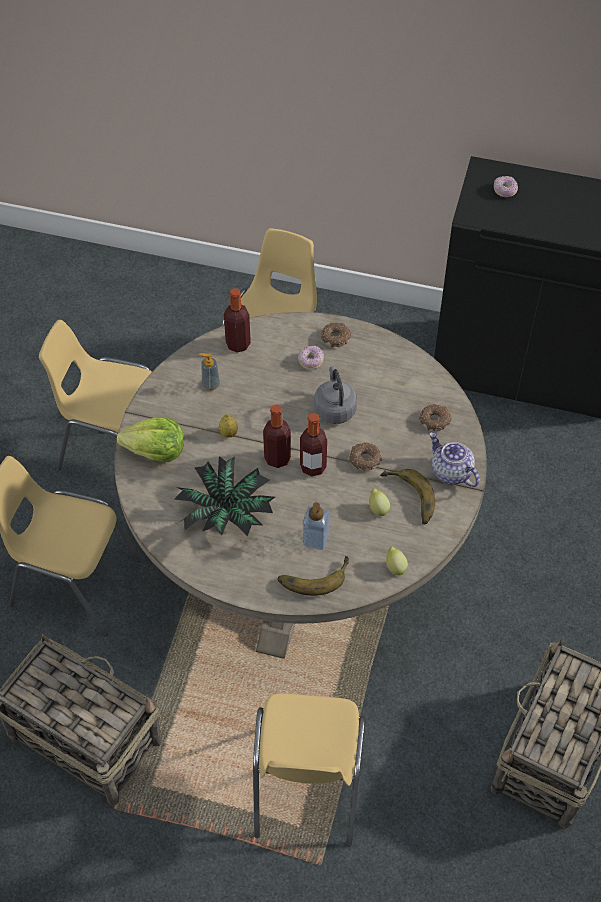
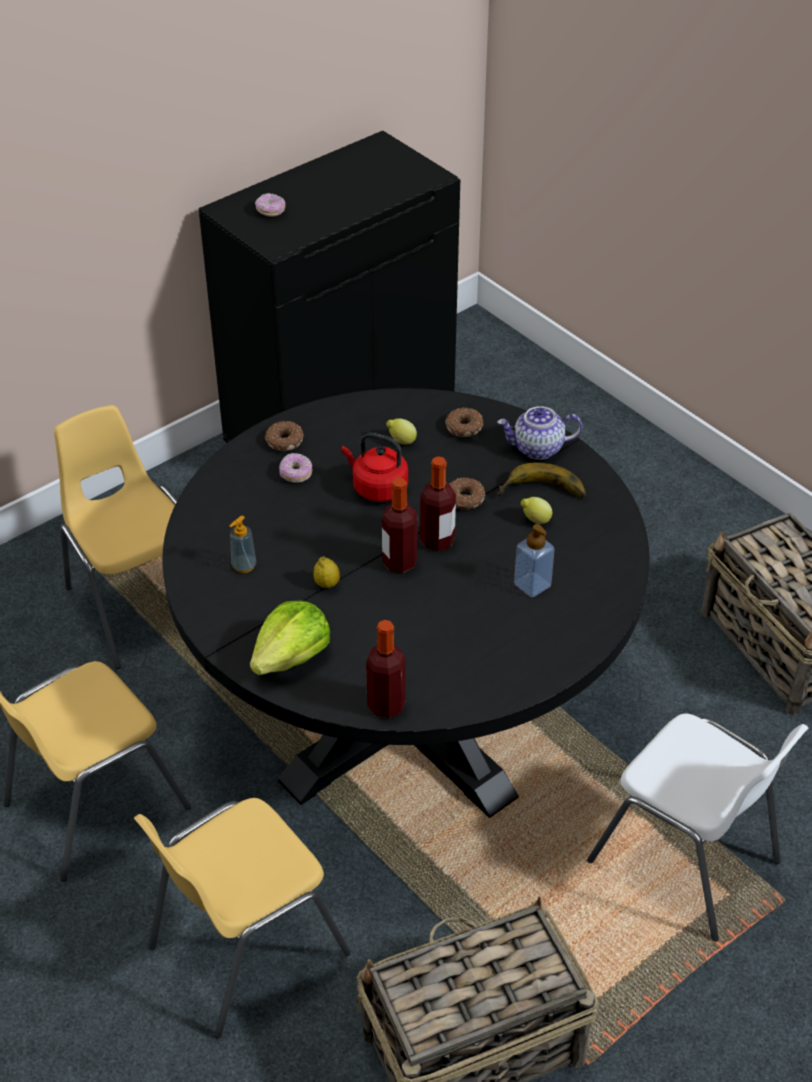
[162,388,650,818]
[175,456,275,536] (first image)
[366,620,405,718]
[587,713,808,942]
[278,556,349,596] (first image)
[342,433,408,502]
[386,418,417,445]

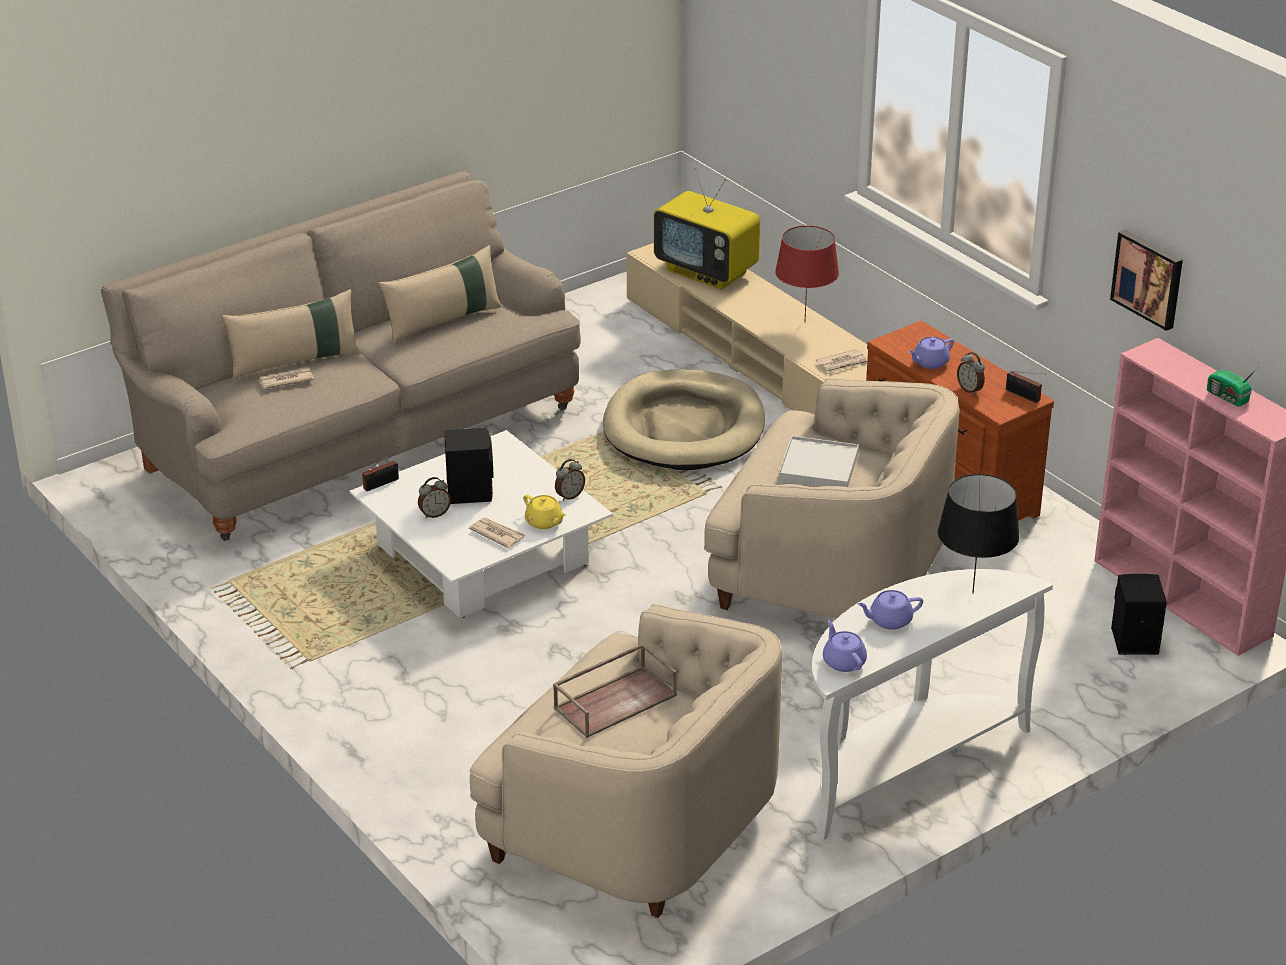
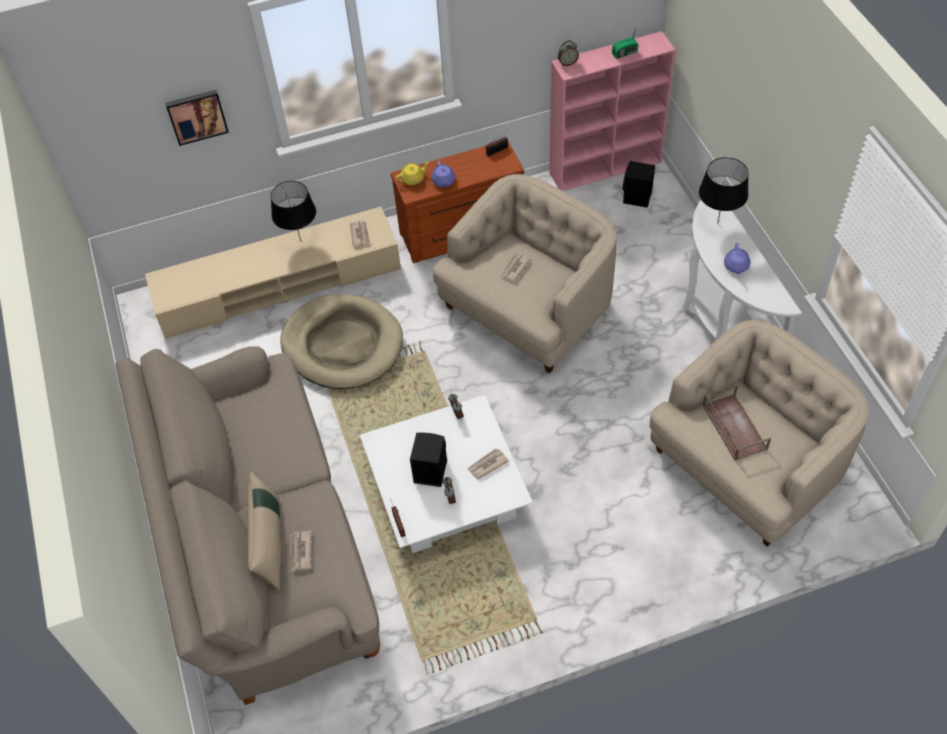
[378,245,502,344] (first image)
[396,161,429,185]
[654,168,760,290] (first image)
[271,181,316,241]
[500,253,531,282]
[823,620,867,672] (first image)
[558,40,579,66]
[165,90,229,146]

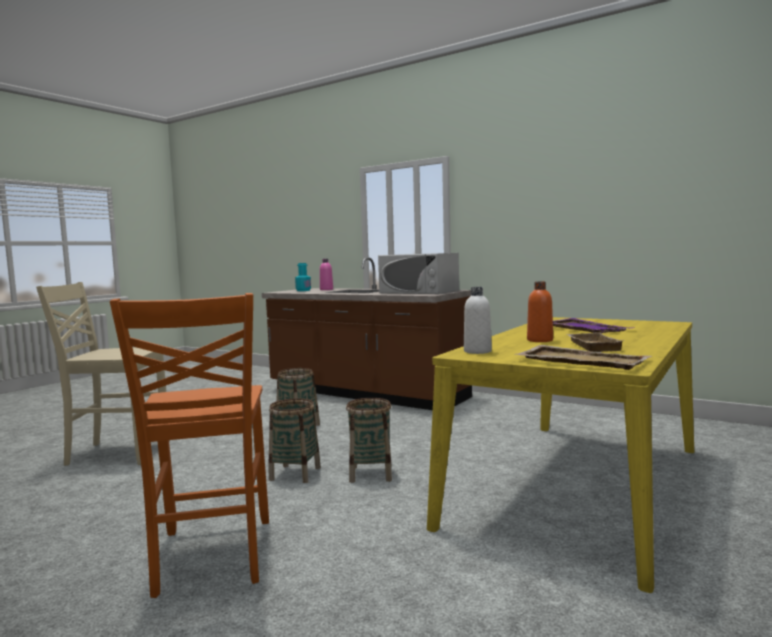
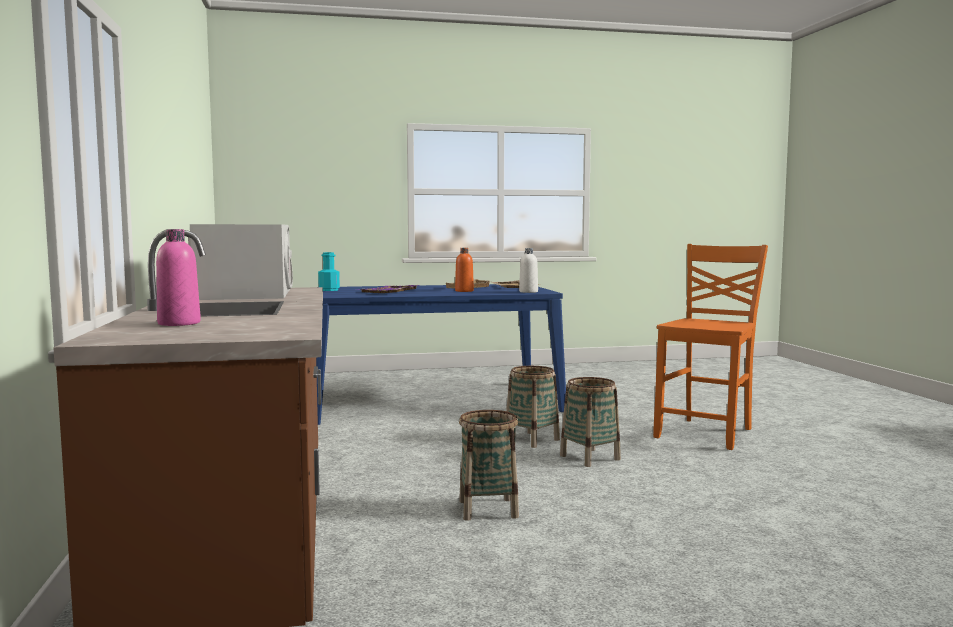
[36,282,170,466] (first image)
[318,252,340,291]
[316,284,566,425]

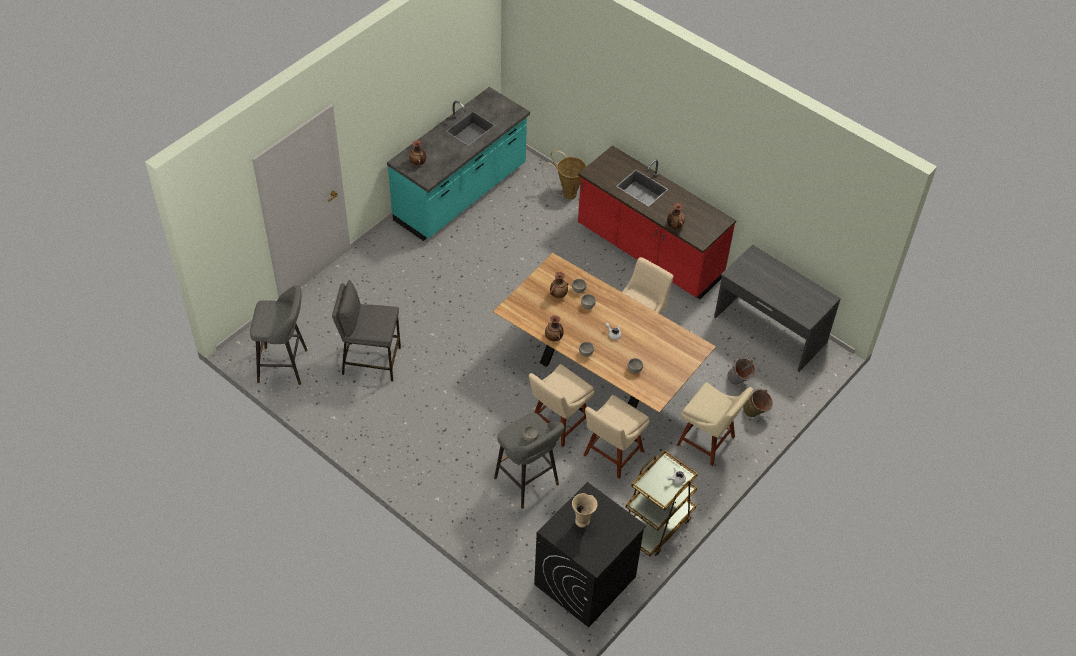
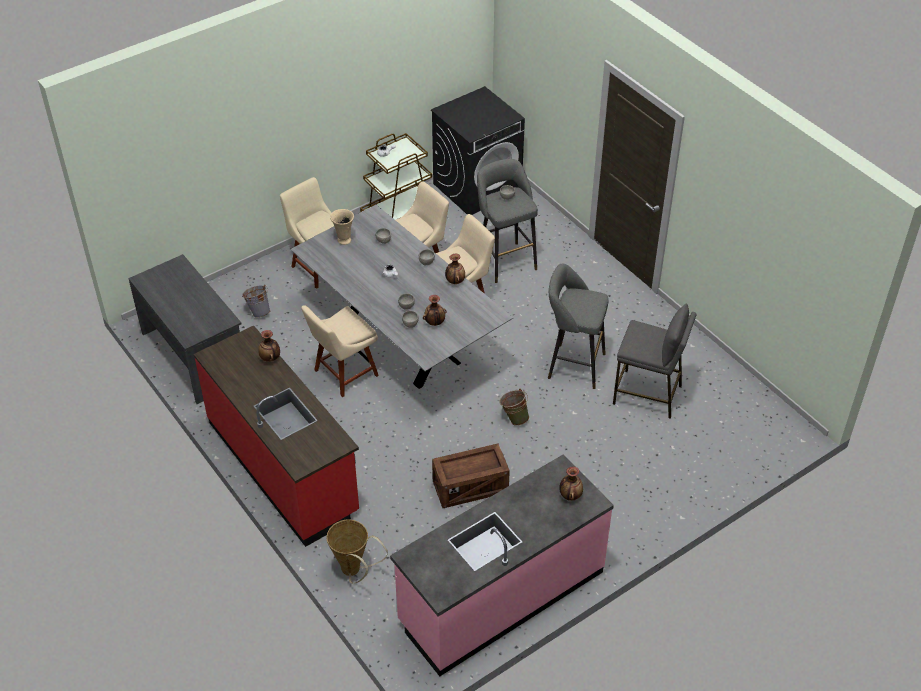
[548,264,609,389]
[390,454,614,676]
[290,205,513,389]
[330,209,354,245]
[500,388,529,426]
[432,444,510,508]

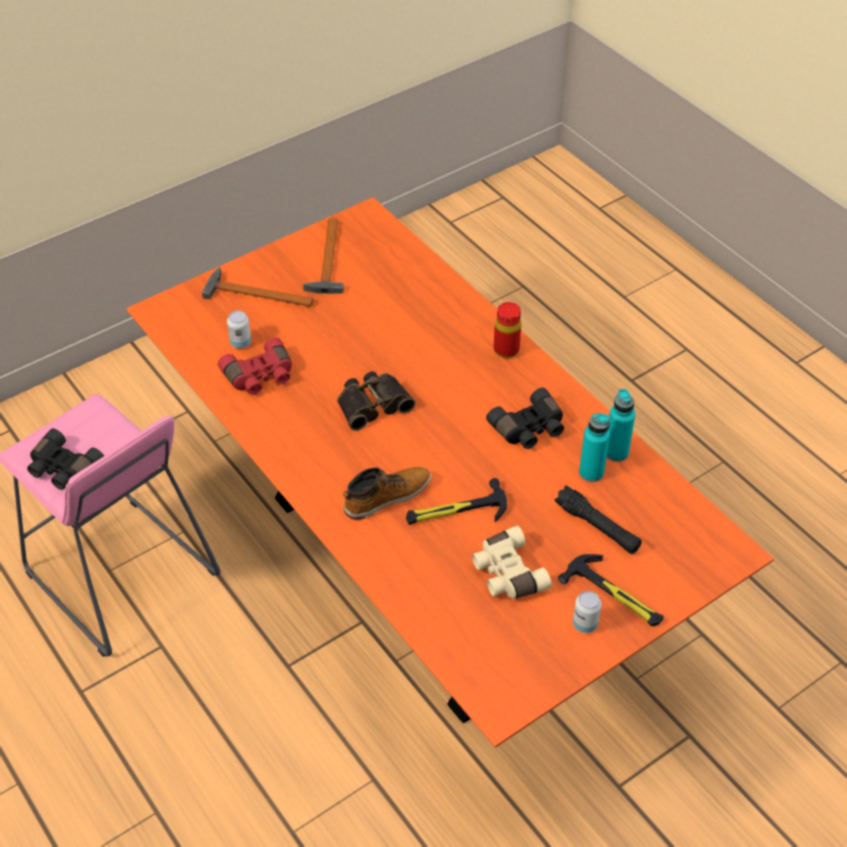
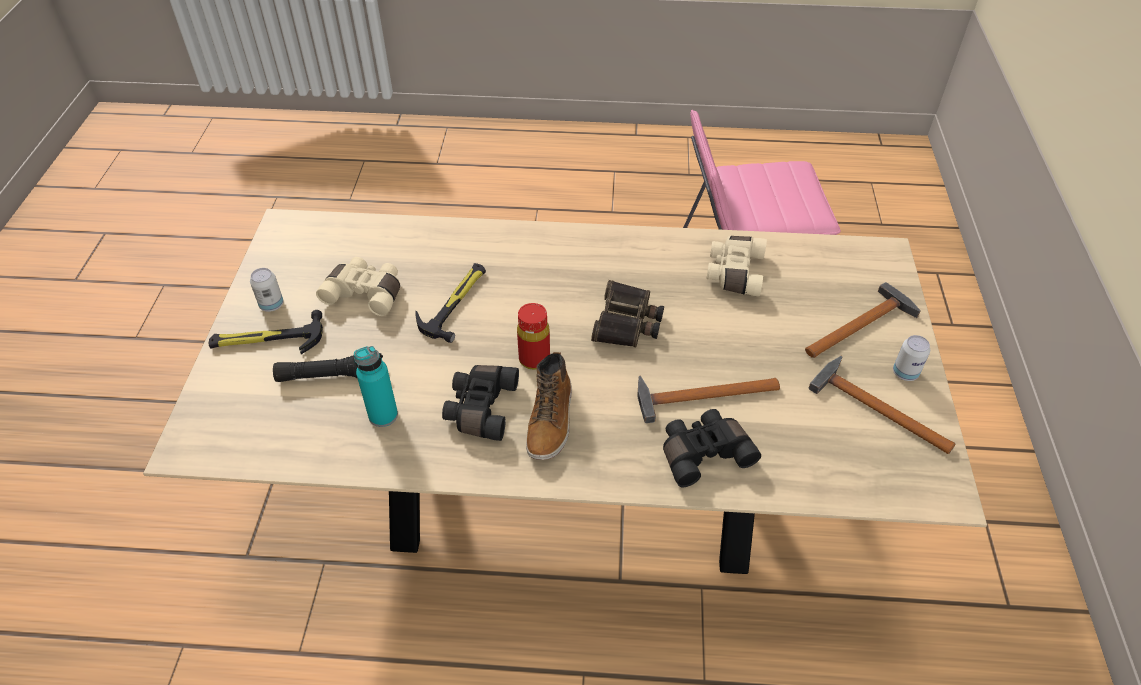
[663,409,761,487]
[143,209,987,574]
[706,236,767,297]
[893,335,930,381]
[526,352,572,460]
[517,303,550,370]
[607,389,635,462] (first image)
[637,375,780,423]

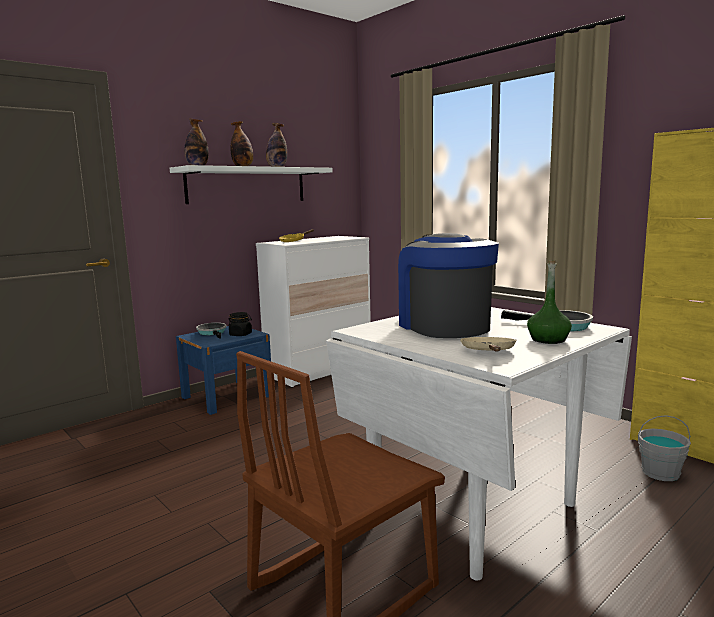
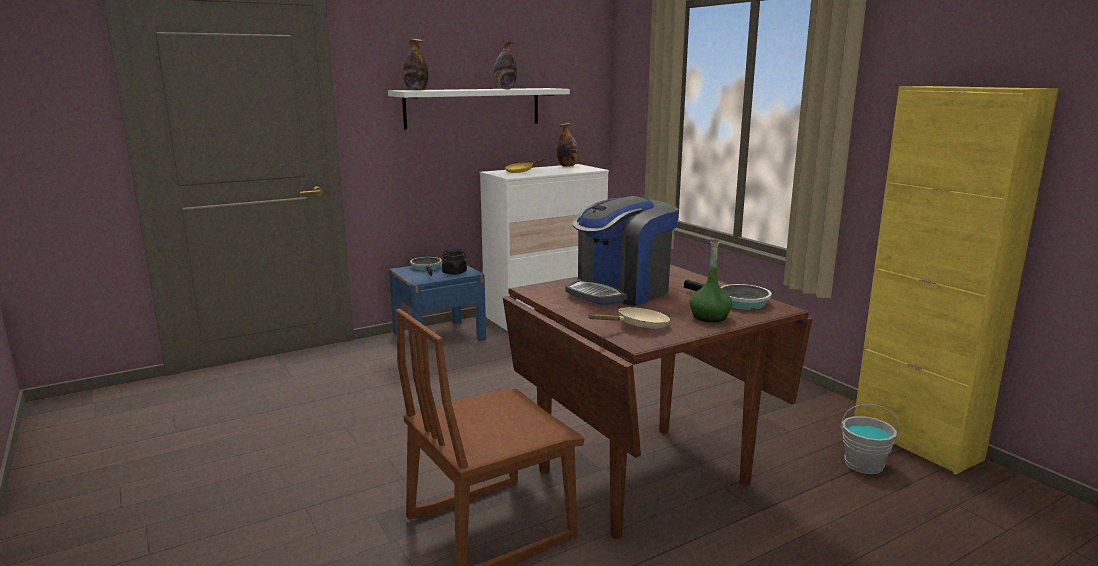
[557,123,578,167]
[503,264,813,539]
[565,196,678,306]
[589,307,670,329]

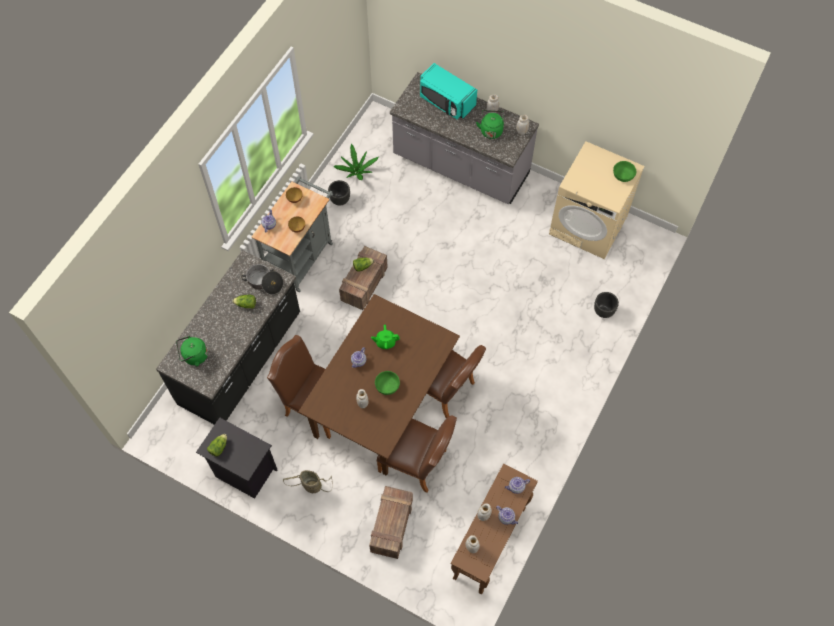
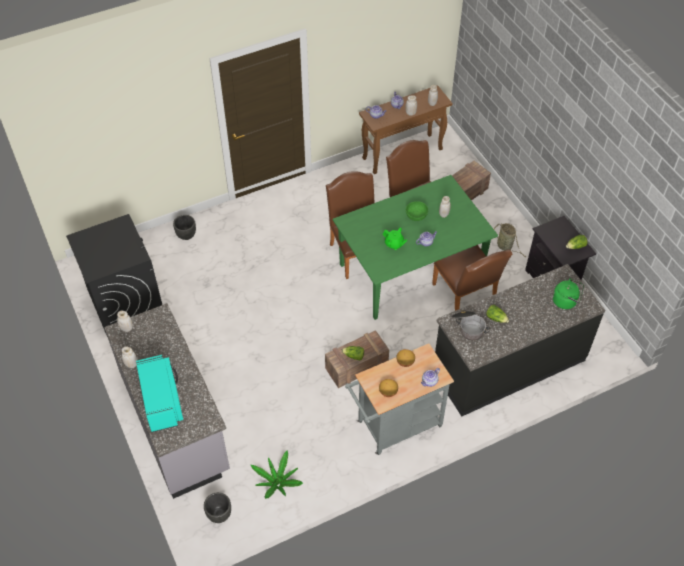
[333,175,498,320]
[204,492,231,523]
[476,110,504,139] (first image)
[66,214,162,335]
[613,161,636,182] (first image)

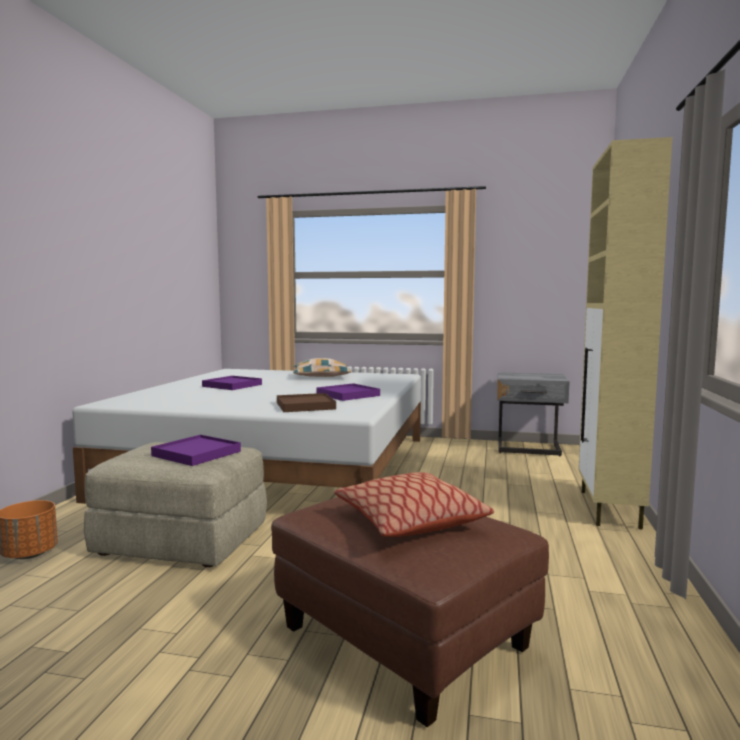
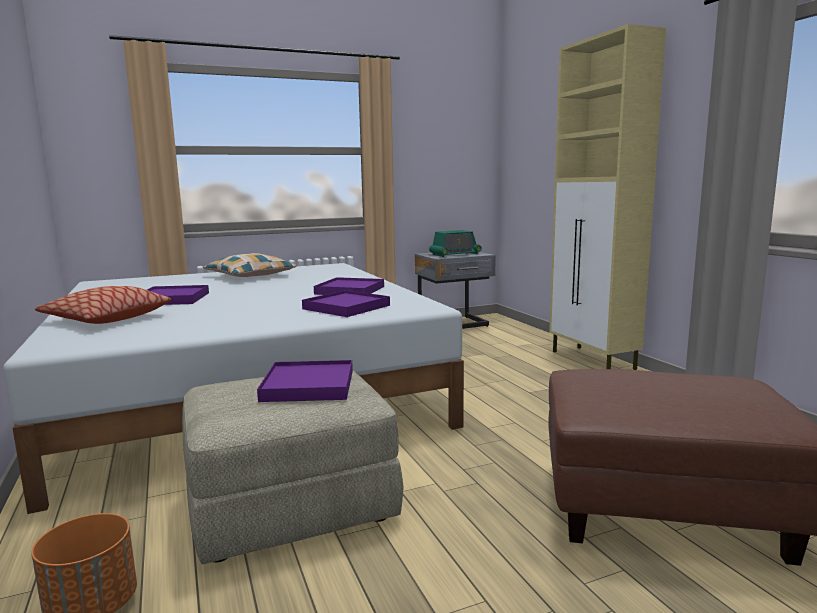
[302,290,390,317]
[35,286,171,324]
[429,230,482,257]

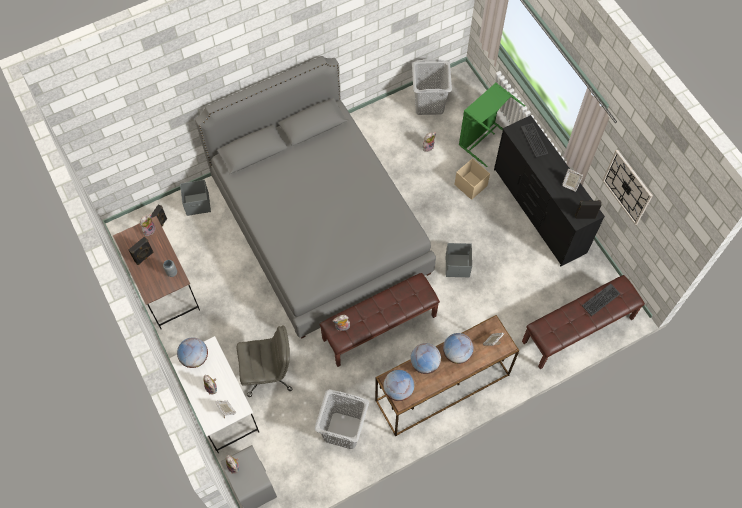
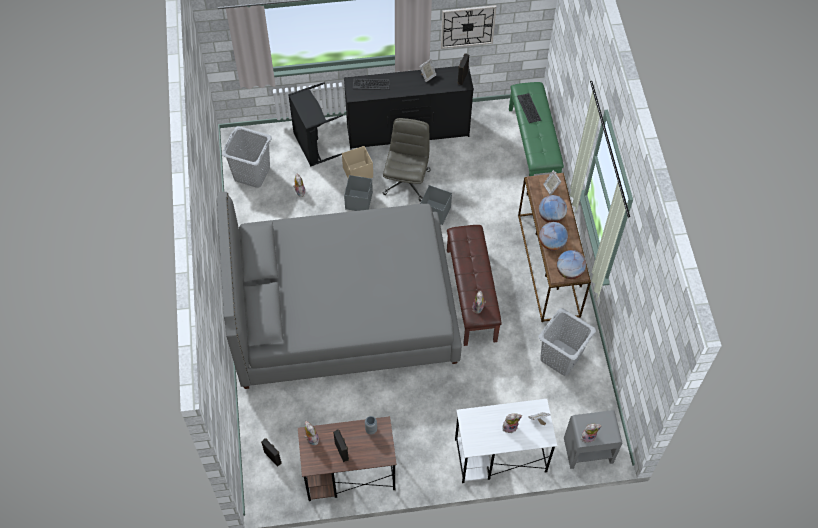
[177,337,208,368] (first image)
[344,175,373,211]
[383,118,430,201]
[288,82,343,167]
[509,82,564,176]

